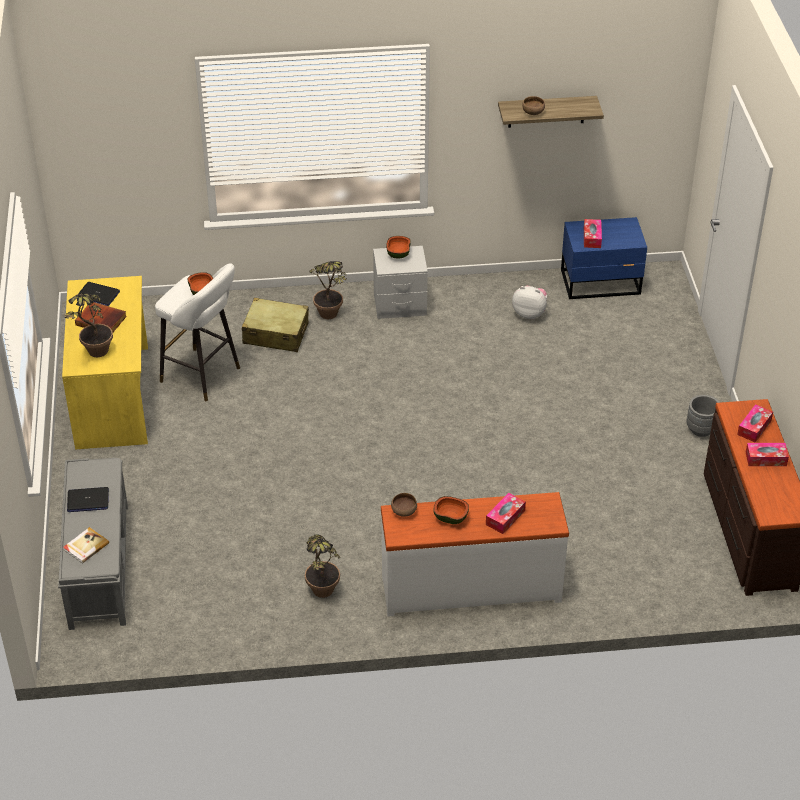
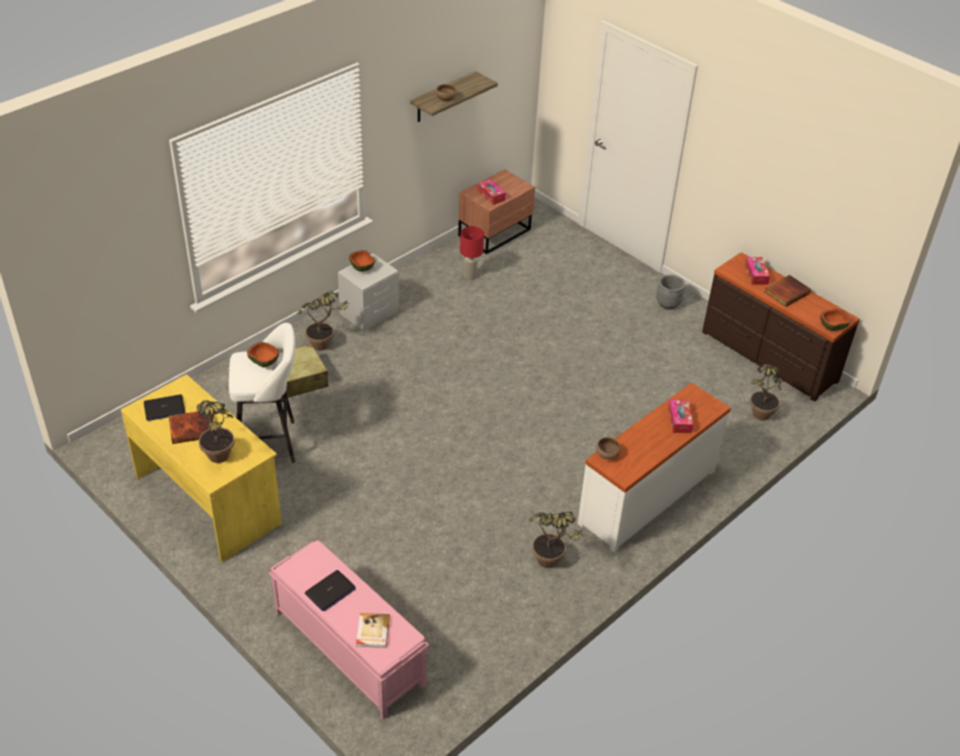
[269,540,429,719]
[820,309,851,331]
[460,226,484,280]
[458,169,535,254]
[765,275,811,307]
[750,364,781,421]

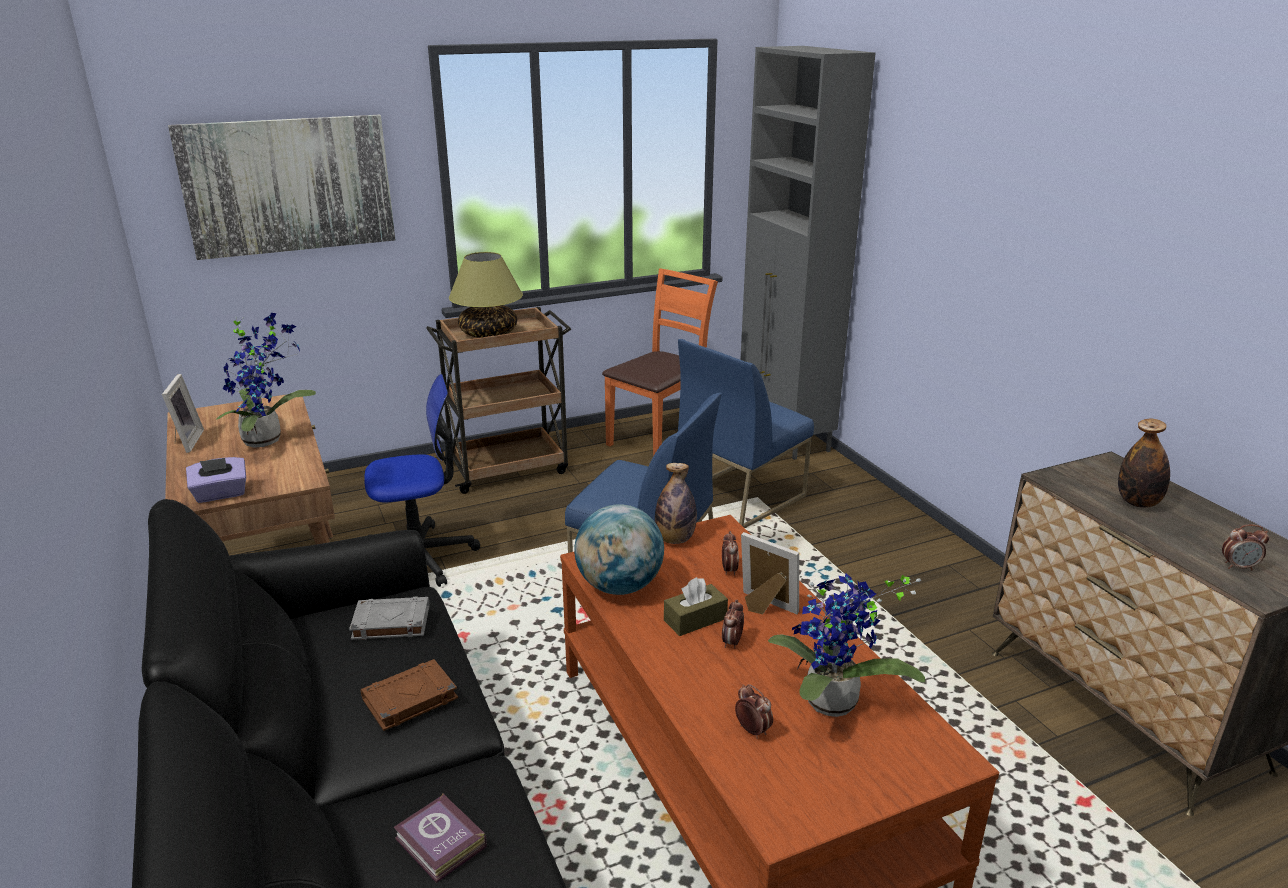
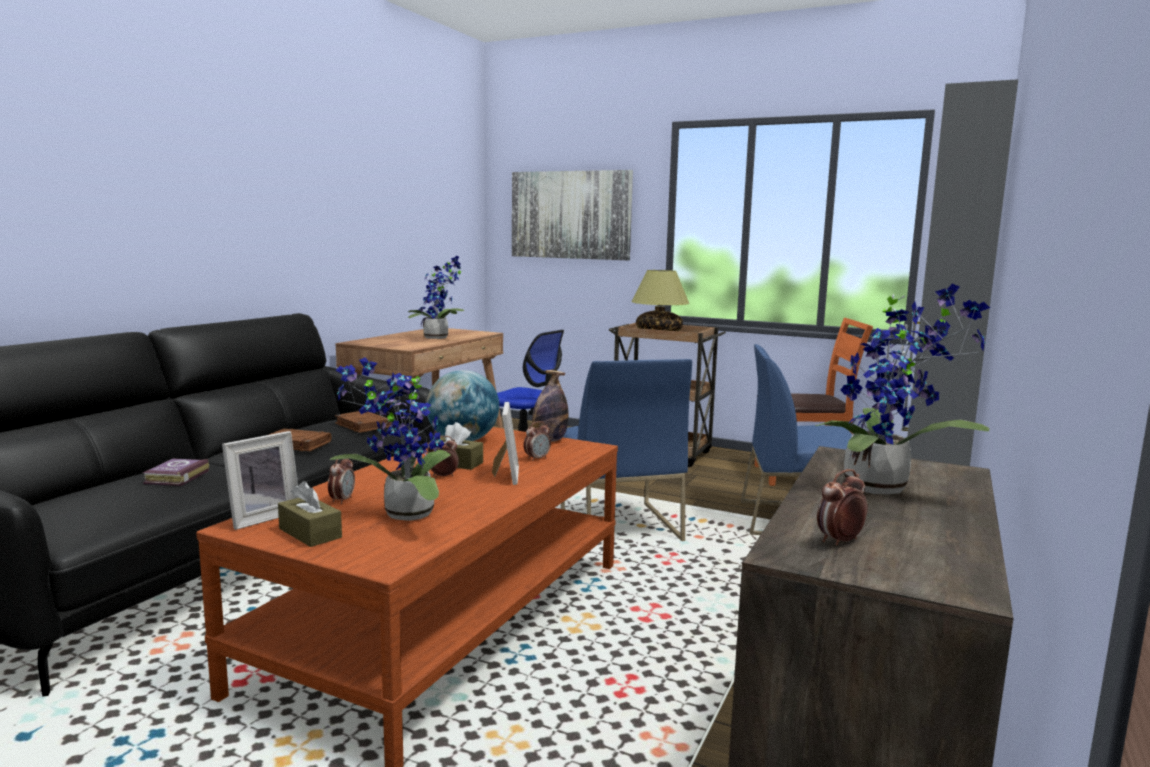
[222,431,298,530]
[186,457,246,503] (first image)
[335,411,391,433]
[815,284,990,494]
[817,469,868,545]
[278,481,342,547]

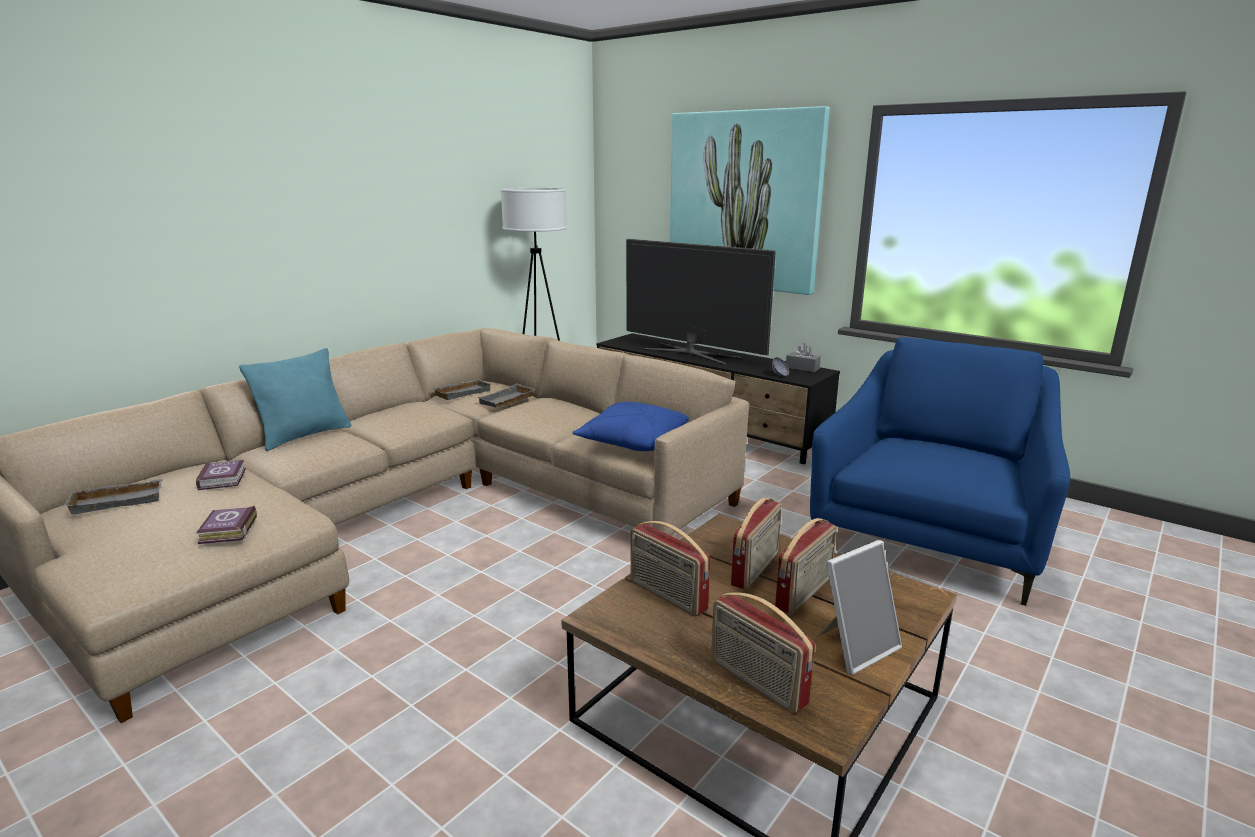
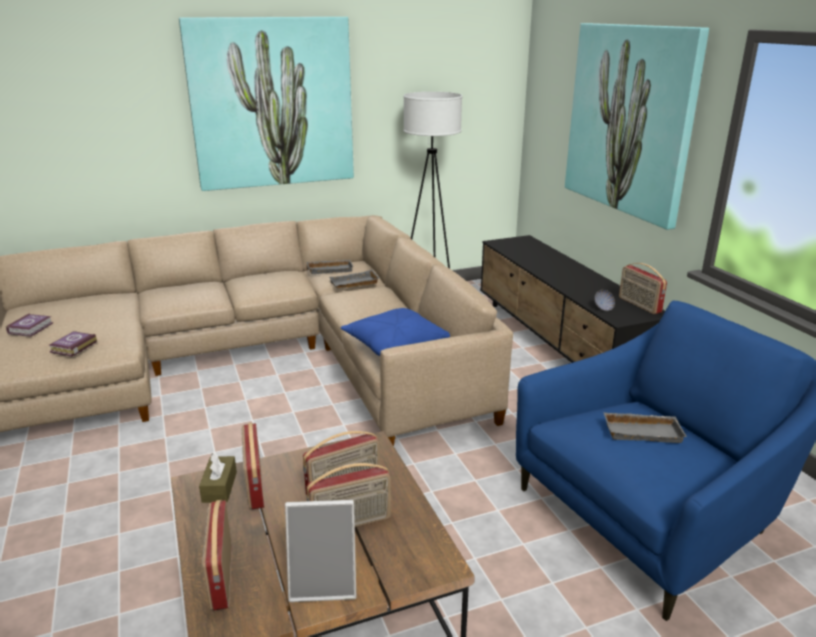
[603,412,687,443]
[6,313,53,337]
[239,348,352,451] (first image)
[626,239,776,365] (first image)
[619,263,667,314]
[179,17,354,191]
[199,453,237,503]

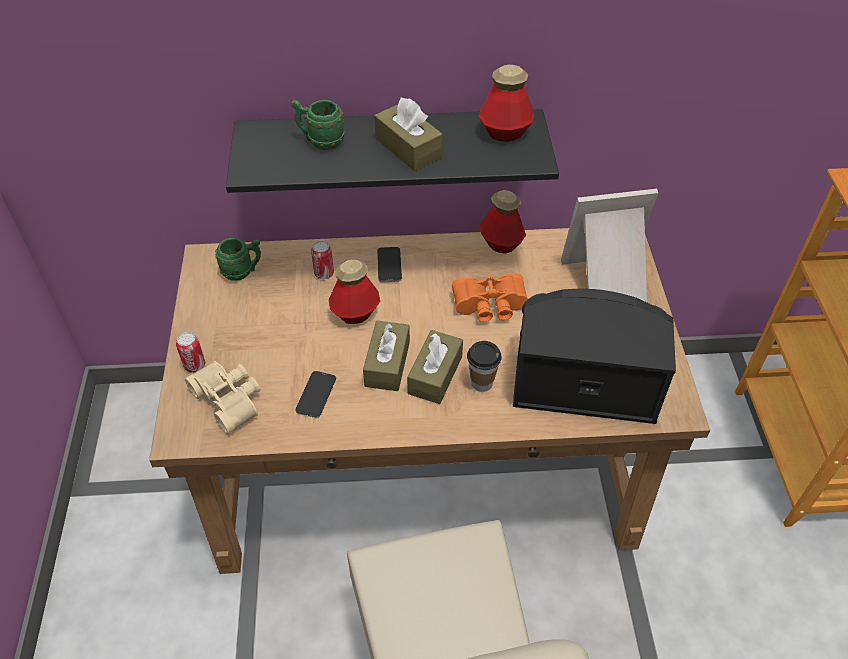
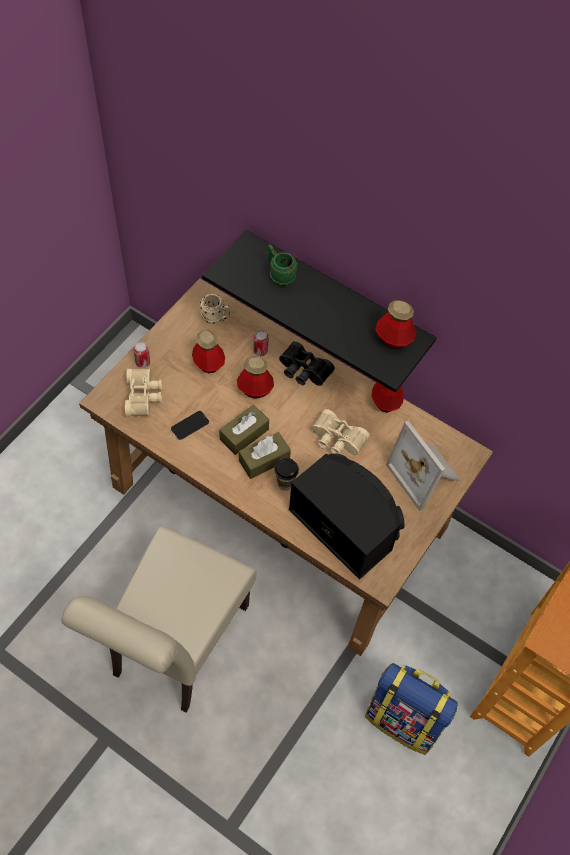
[200,294,230,324]
[374,98,443,171] (first image)
[279,341,335,386]
[311,409,370,455]
[385,421,460,511]
[192,330,225,373]
[365,663,458,755]

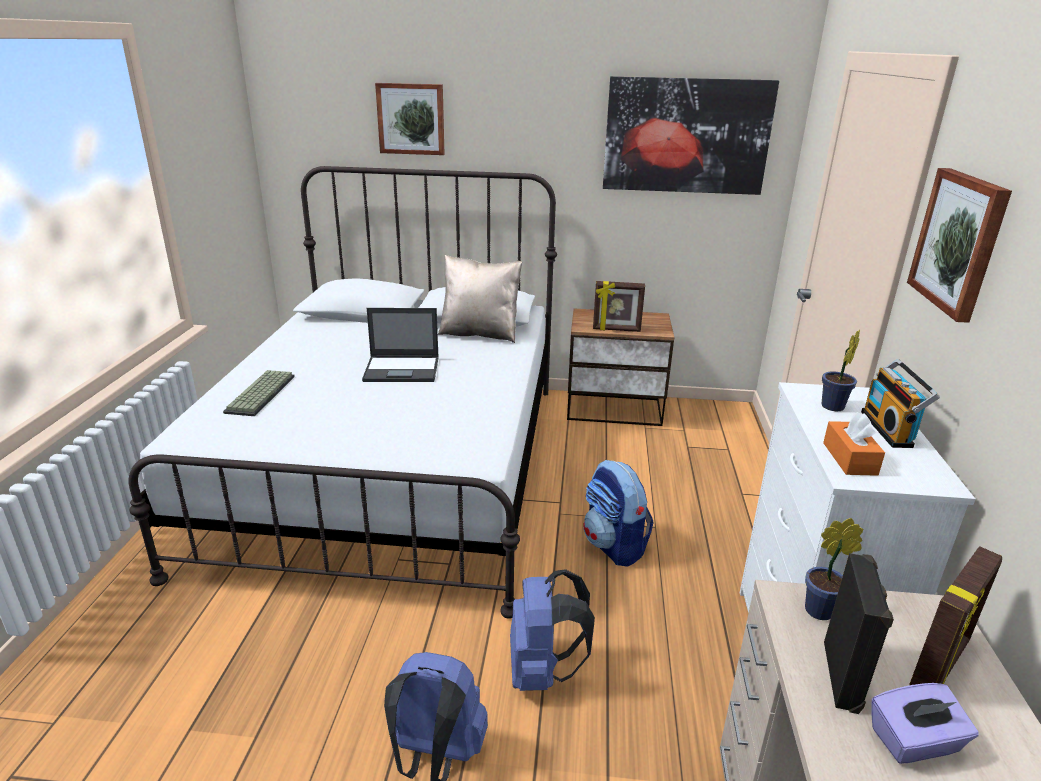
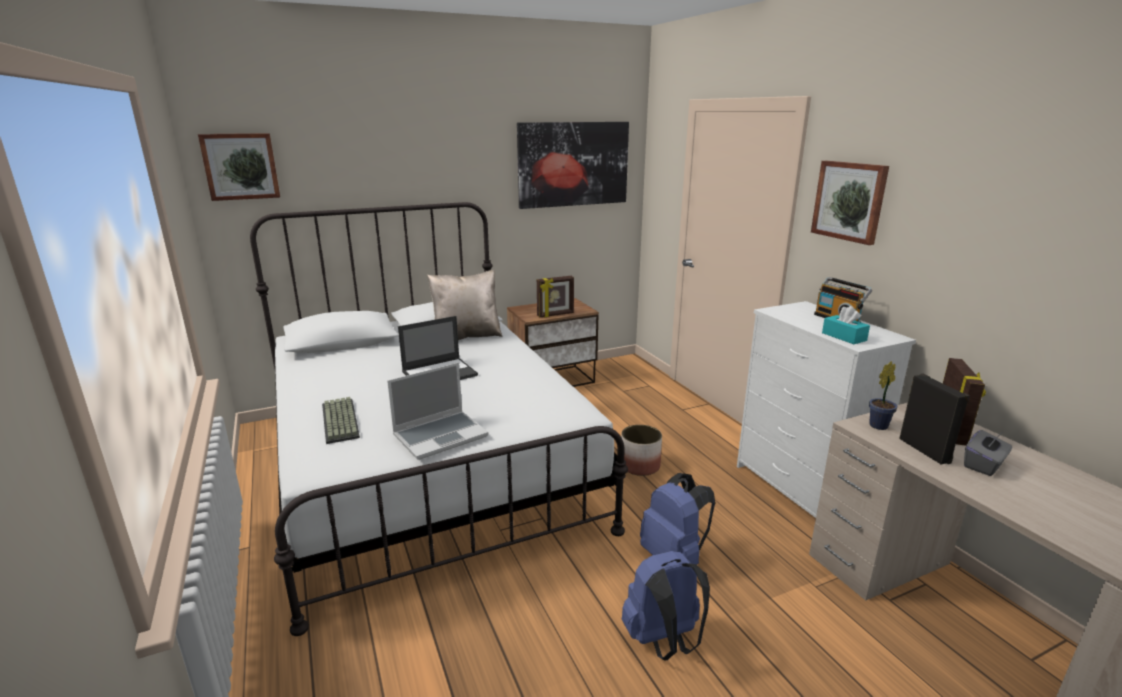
[198,133,280,201]
[621,425,662,476]
[821,329,860,411] (first image)
[822,306,870,344]
[964,430,1012,476]
[387,362,489,460]

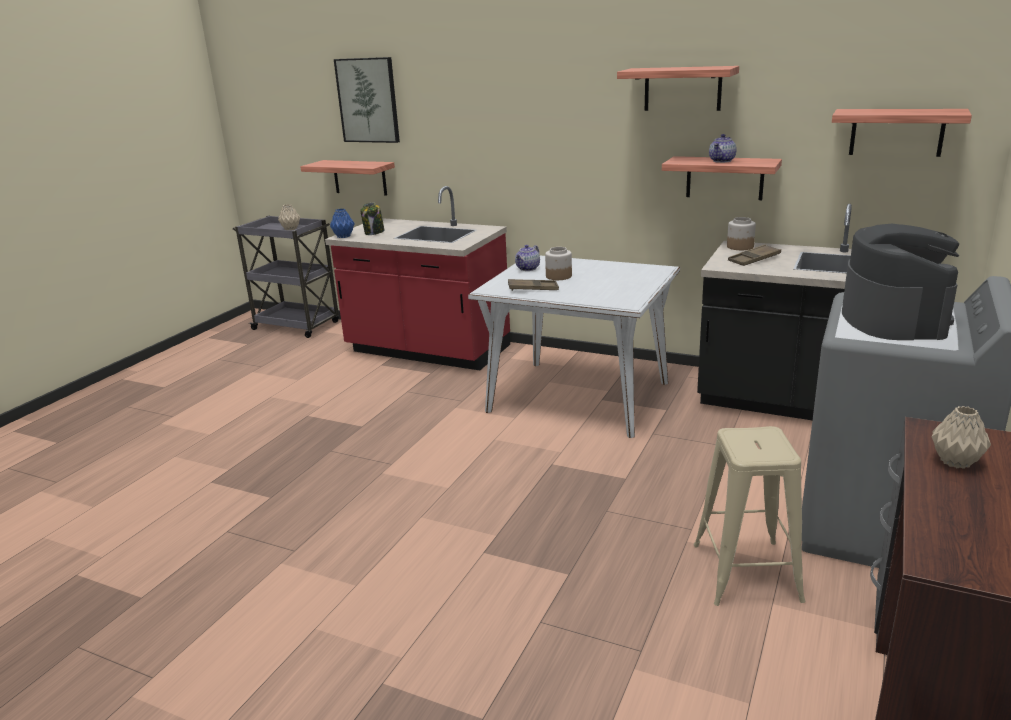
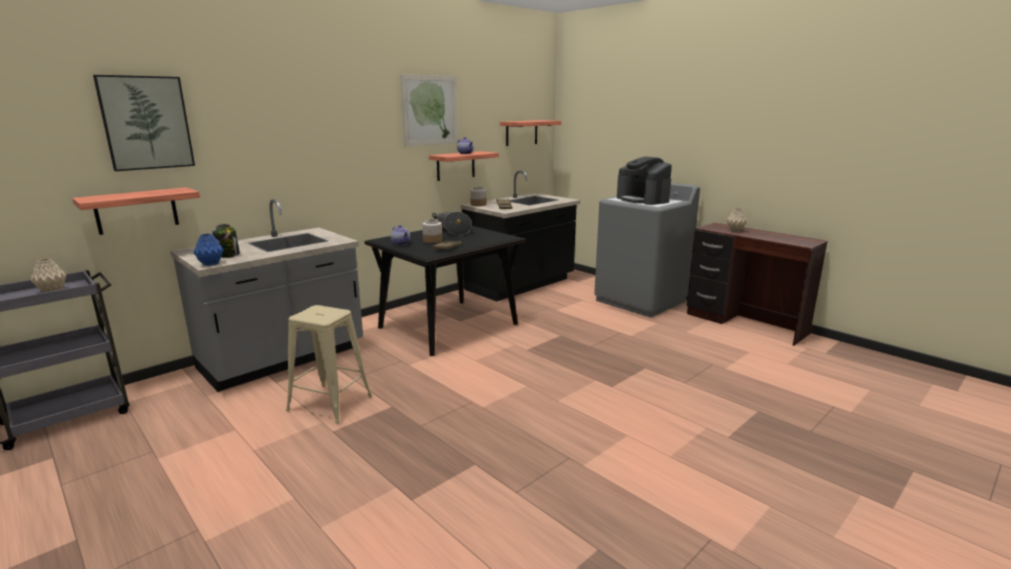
[170,199,363,392]
[365,226,526,356]
[401,74,458,146]
[286,305,372,424]
[617,157,672,205]
[432,212,472,236]

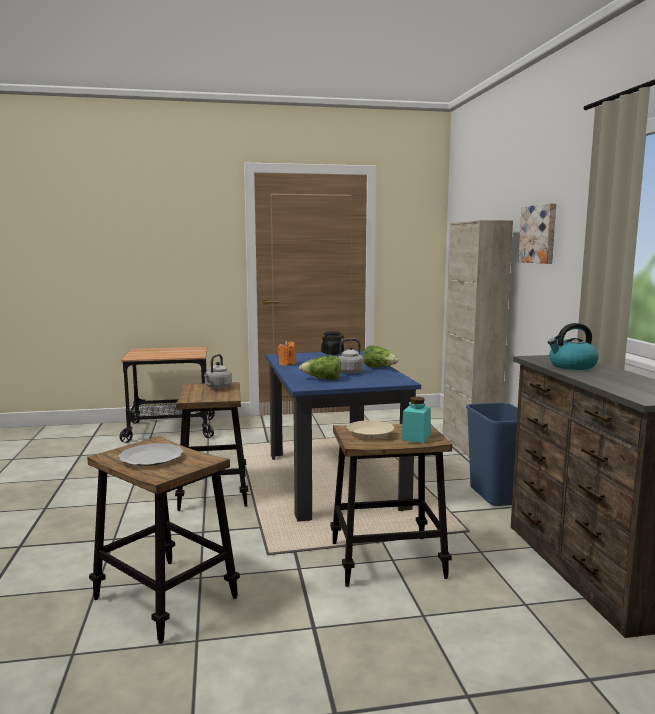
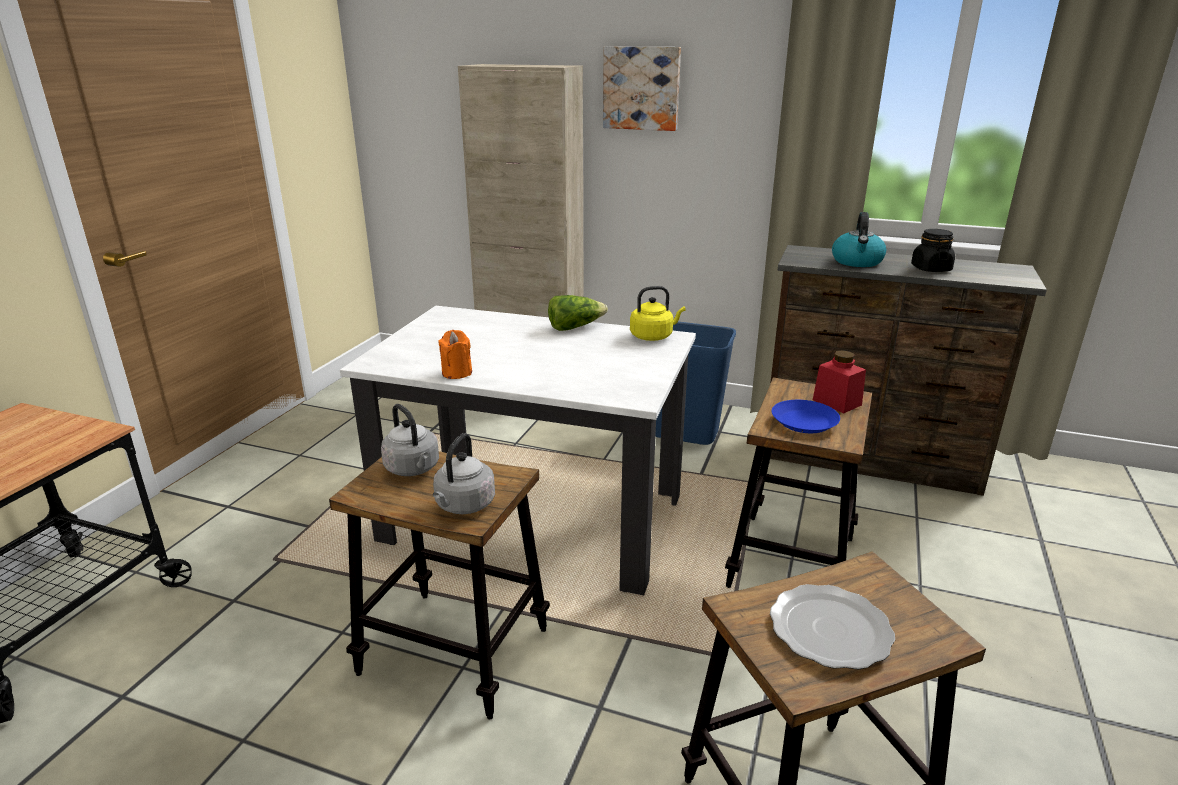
[340,306,696,595]
[299,356,341,380] (first image)
[911,229,955,272]
[433,433,495,514]
[772,400,840,433]
[813,350,866,413]
[630,286,686,341]

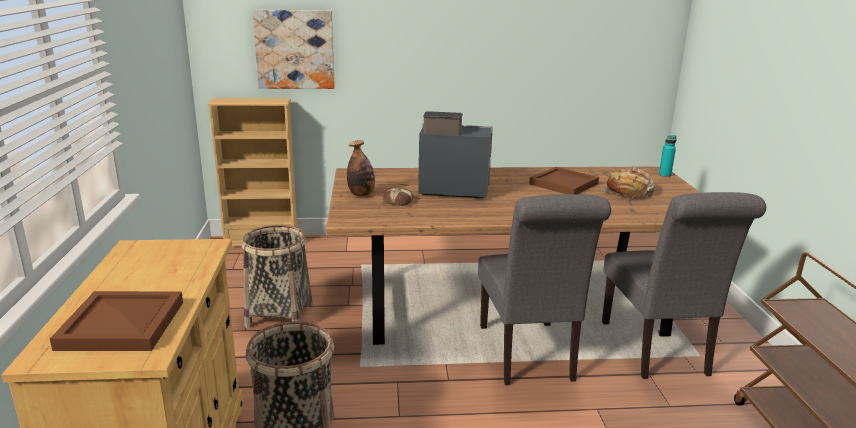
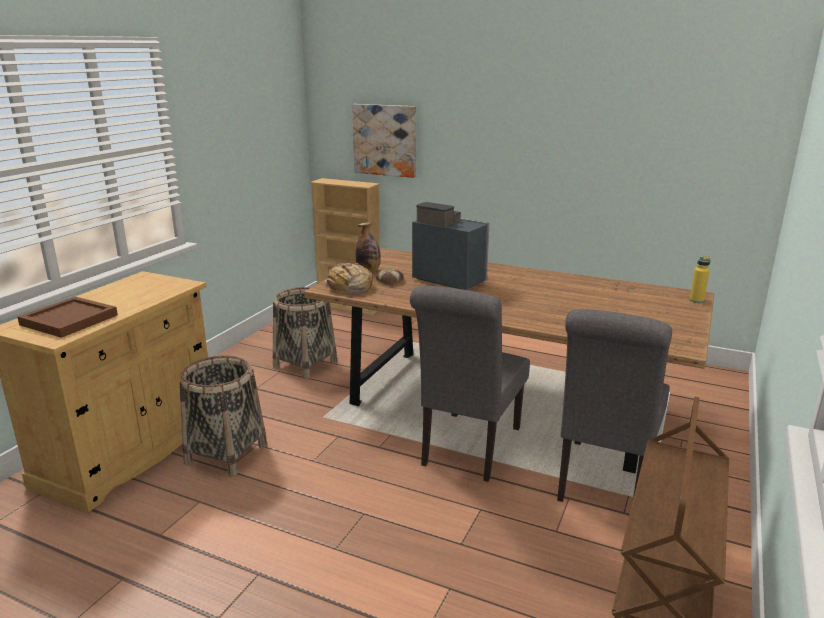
[529,167,599,194] (first image)
[325,263,373,294]
[689,256,710,303]

